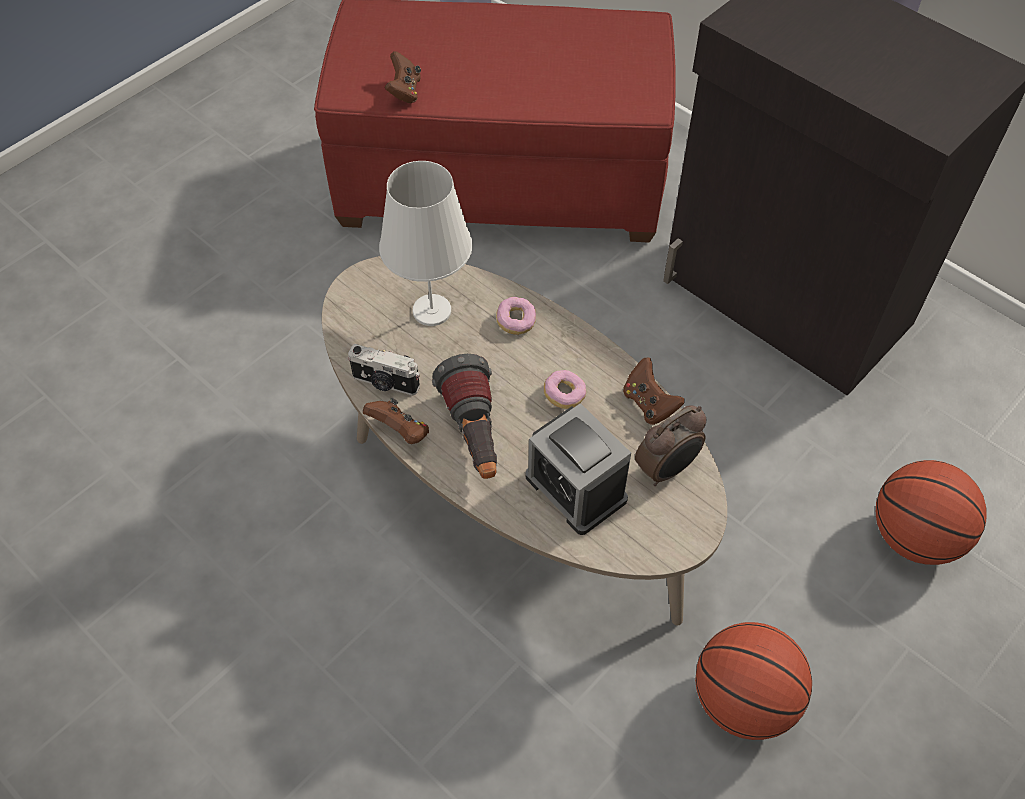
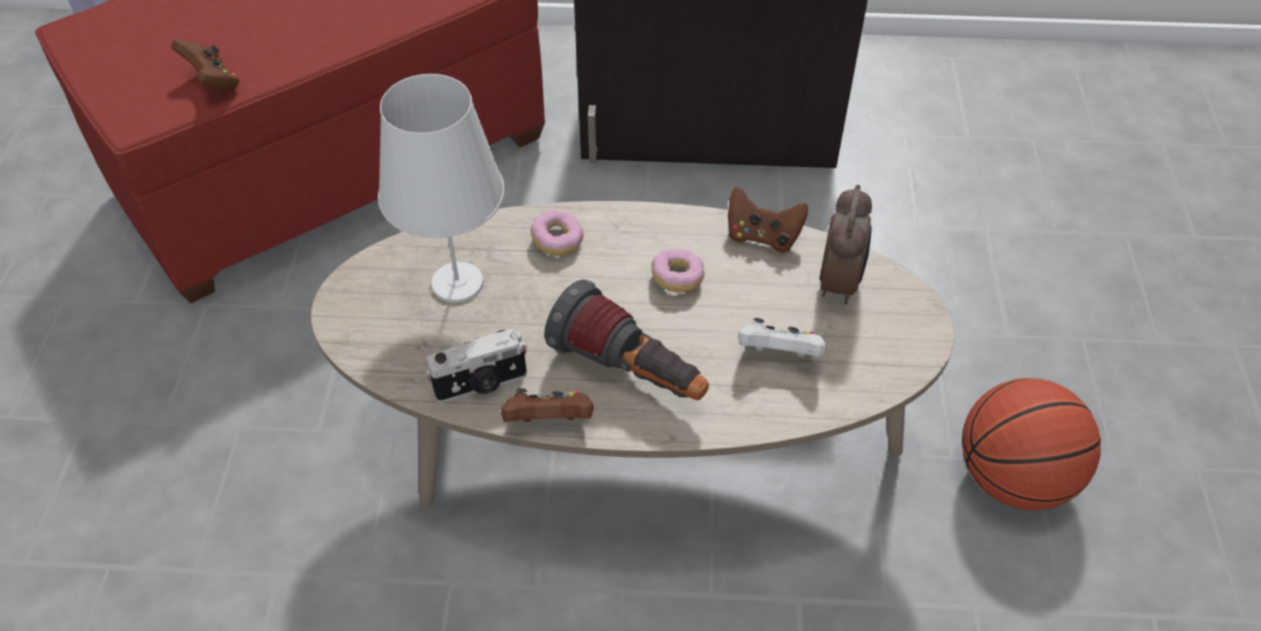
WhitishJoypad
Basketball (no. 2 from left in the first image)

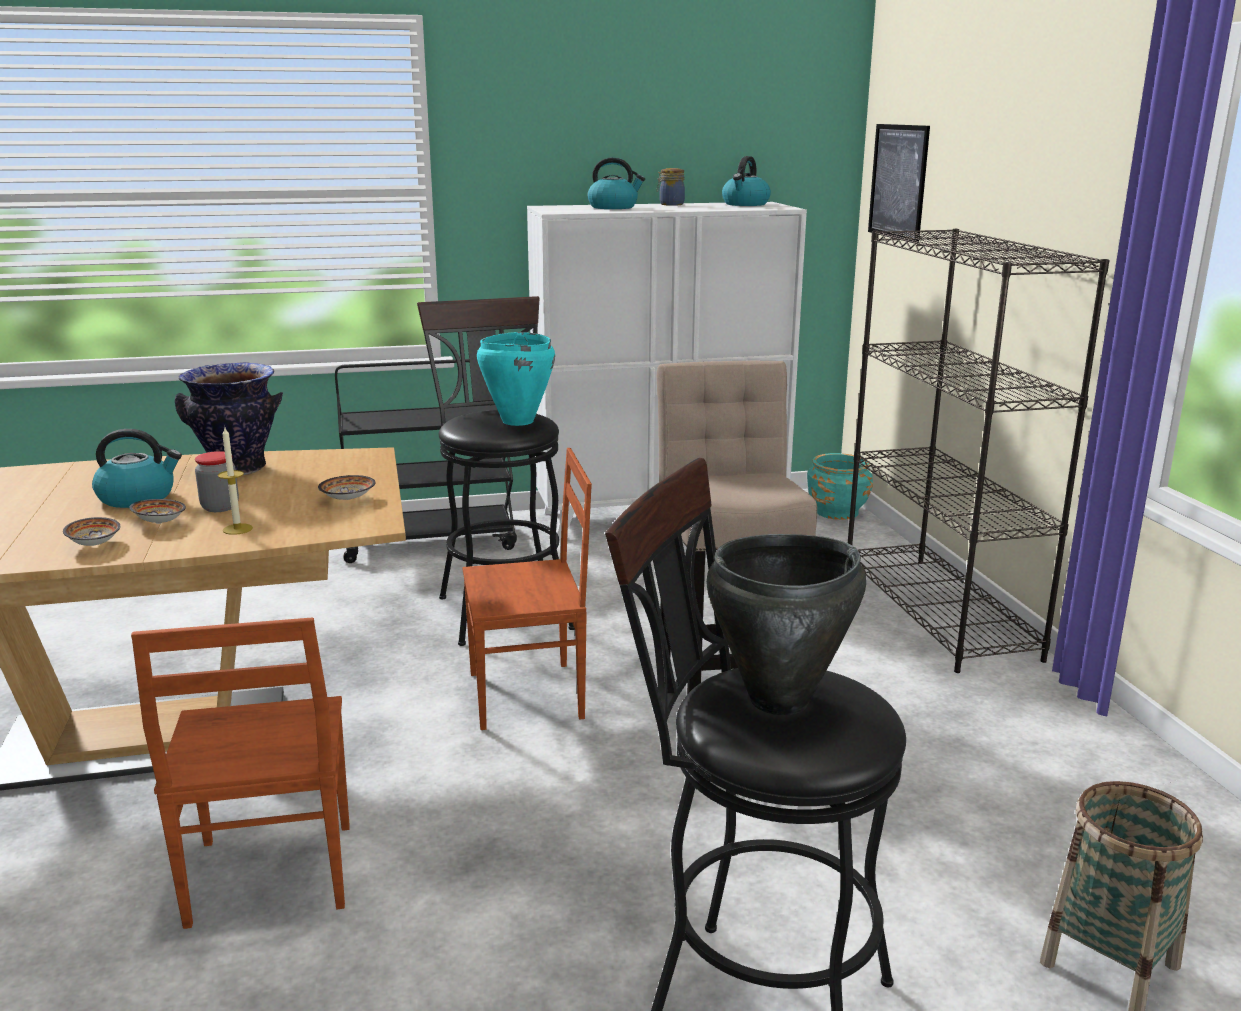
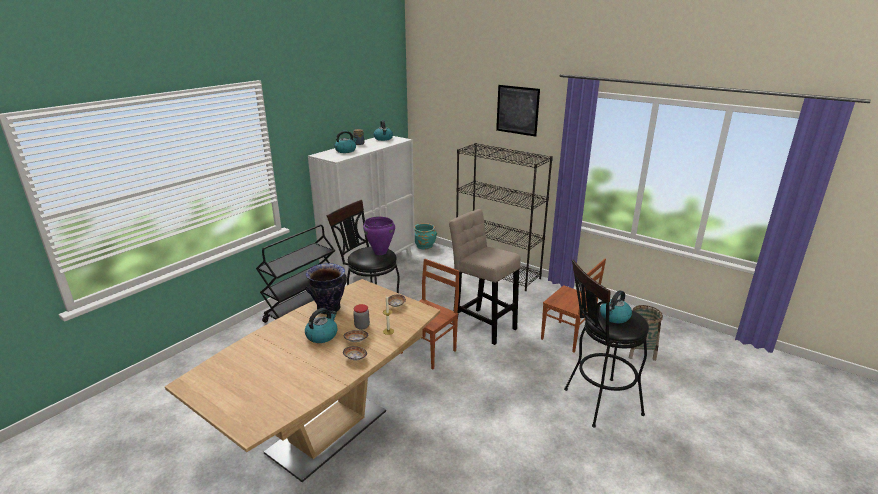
PurpleColouredSaucepot
Picture
BrownColouredChair (no. 2 from left)
Kettle (no. 4 from left)

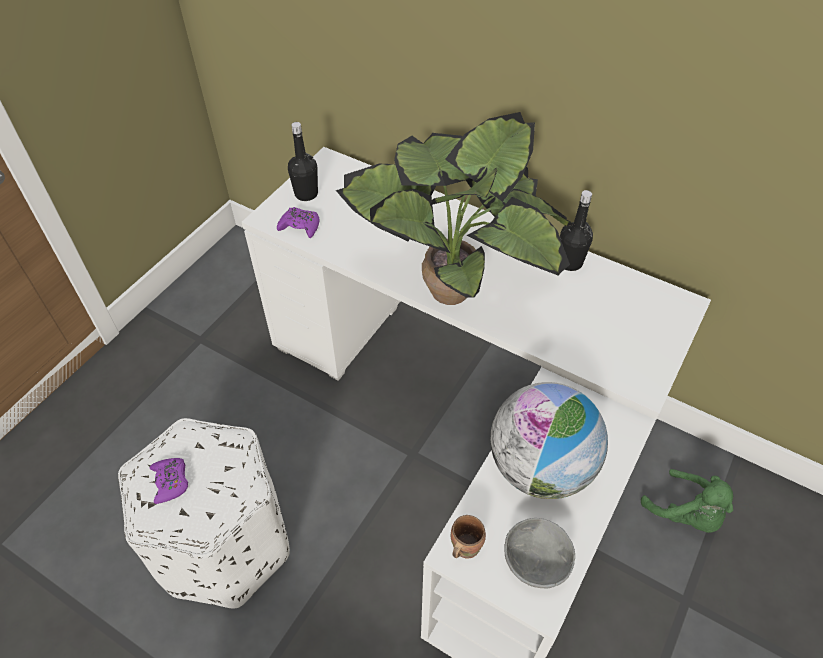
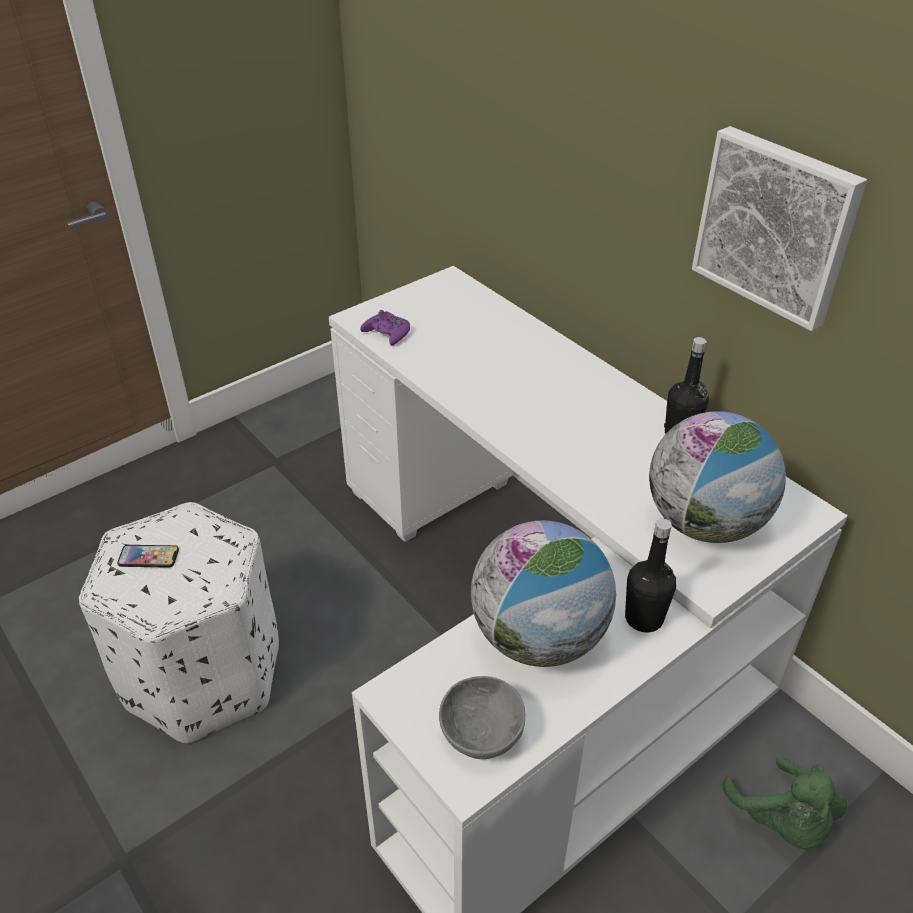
Phone
BlackColouredBottle (no. 1 from left)
DeskGlobe (no. 2 from left)
Picture
Houseplant
BrownColouredTeaMug

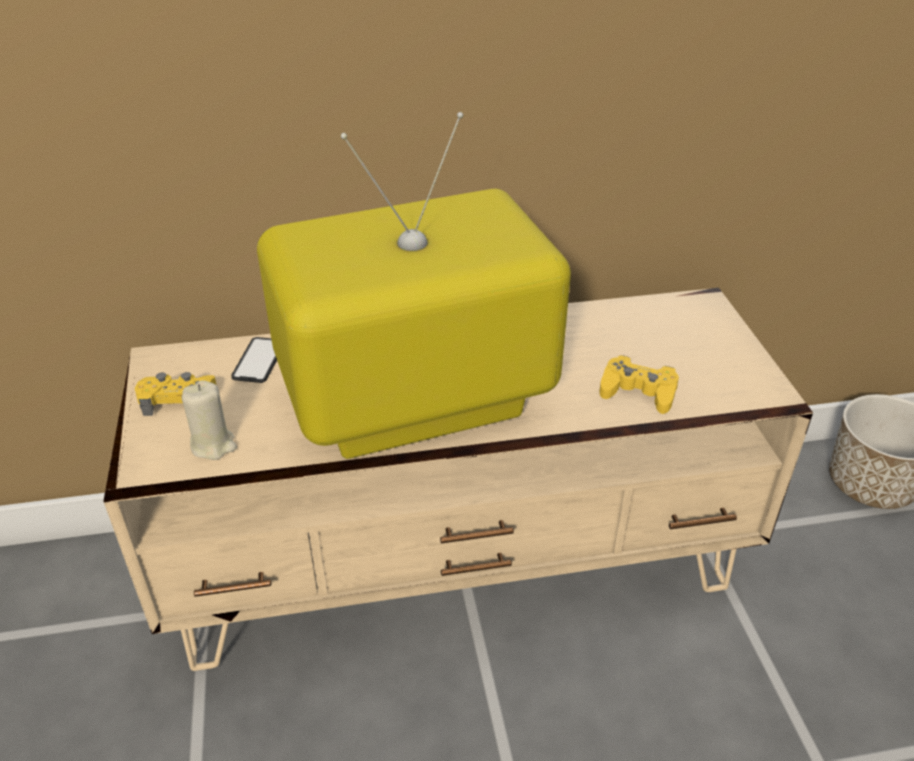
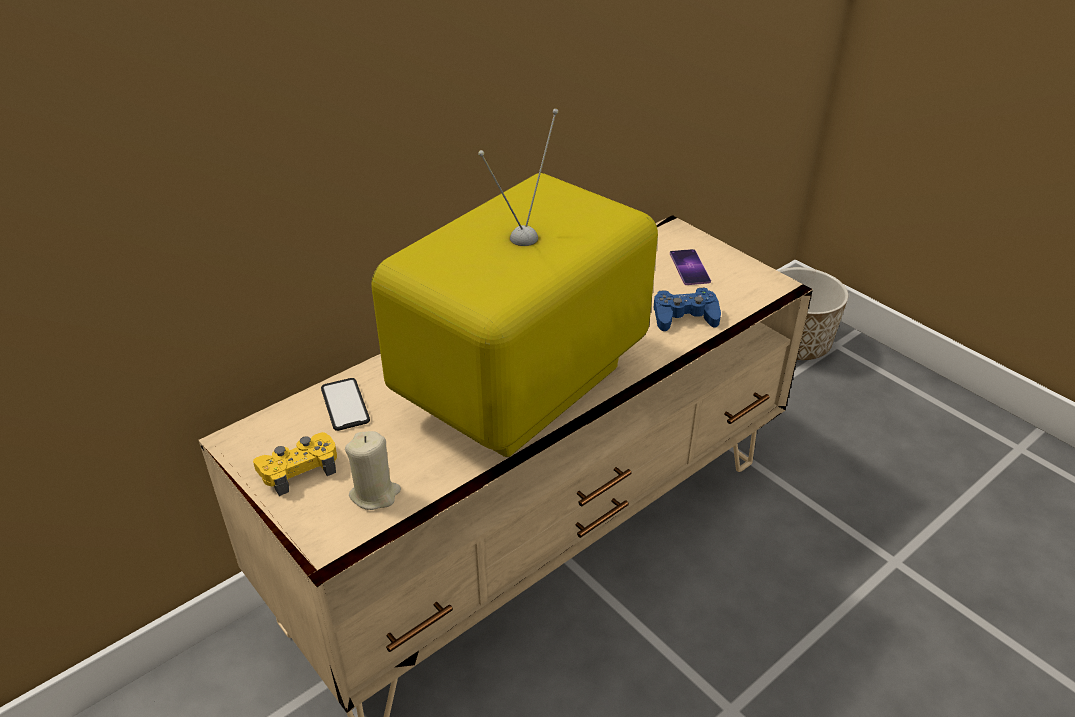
BluishJoypad
Phone (no. 2 from left)

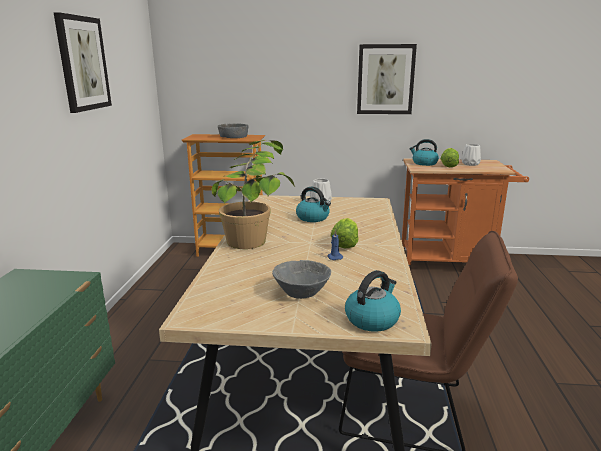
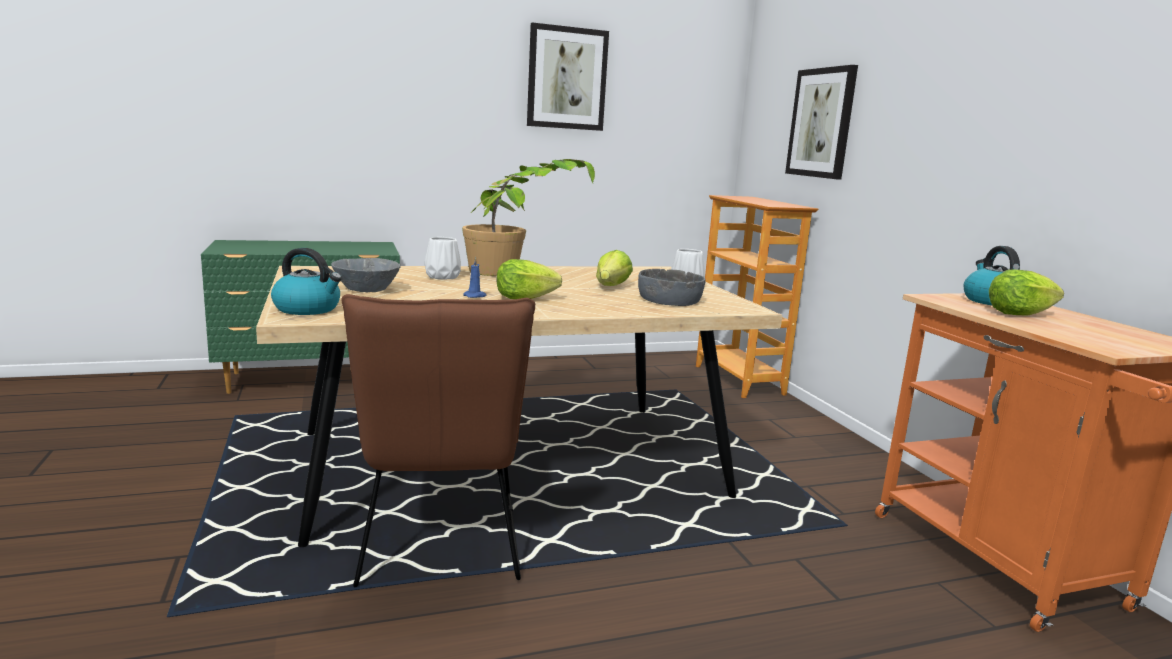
WhitishFlowerVase (no. 1 from left)
Lettuce (no. 2 from left)
GrayDeepDish (no. 2 from left)
Picture (no. 2 from left)

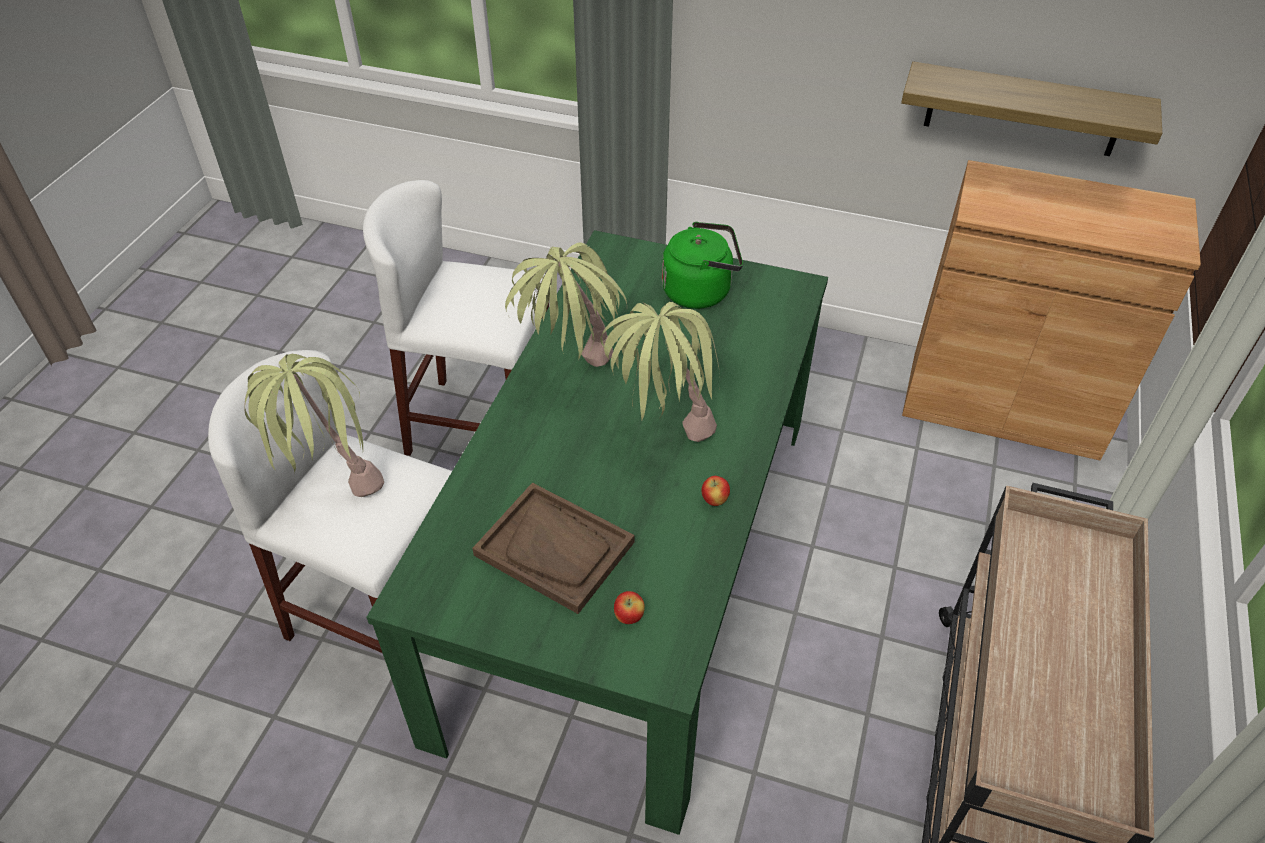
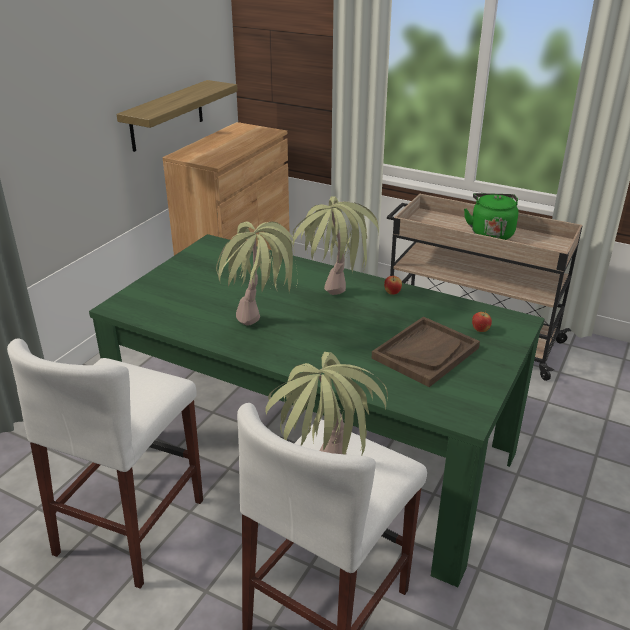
GreenKettle

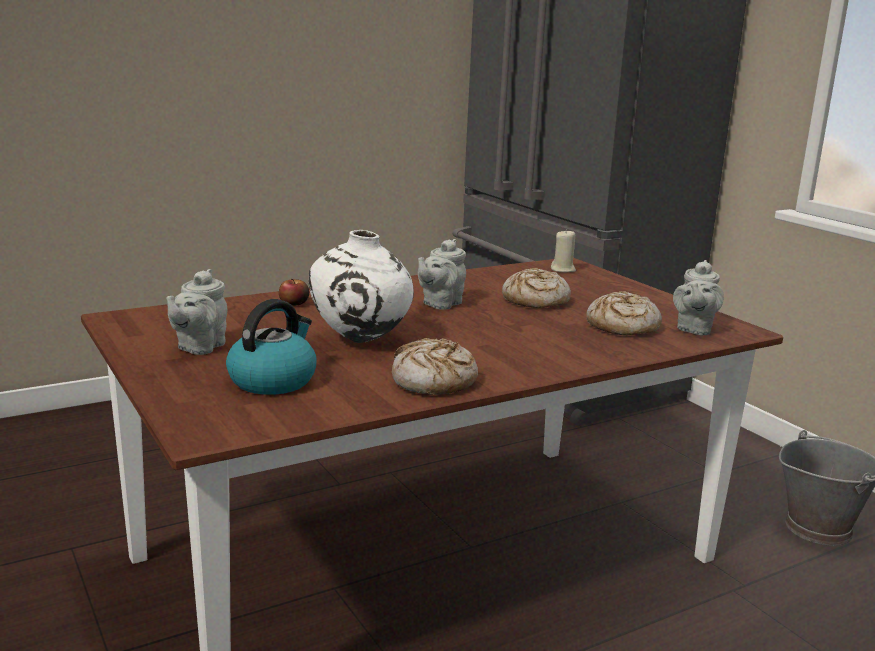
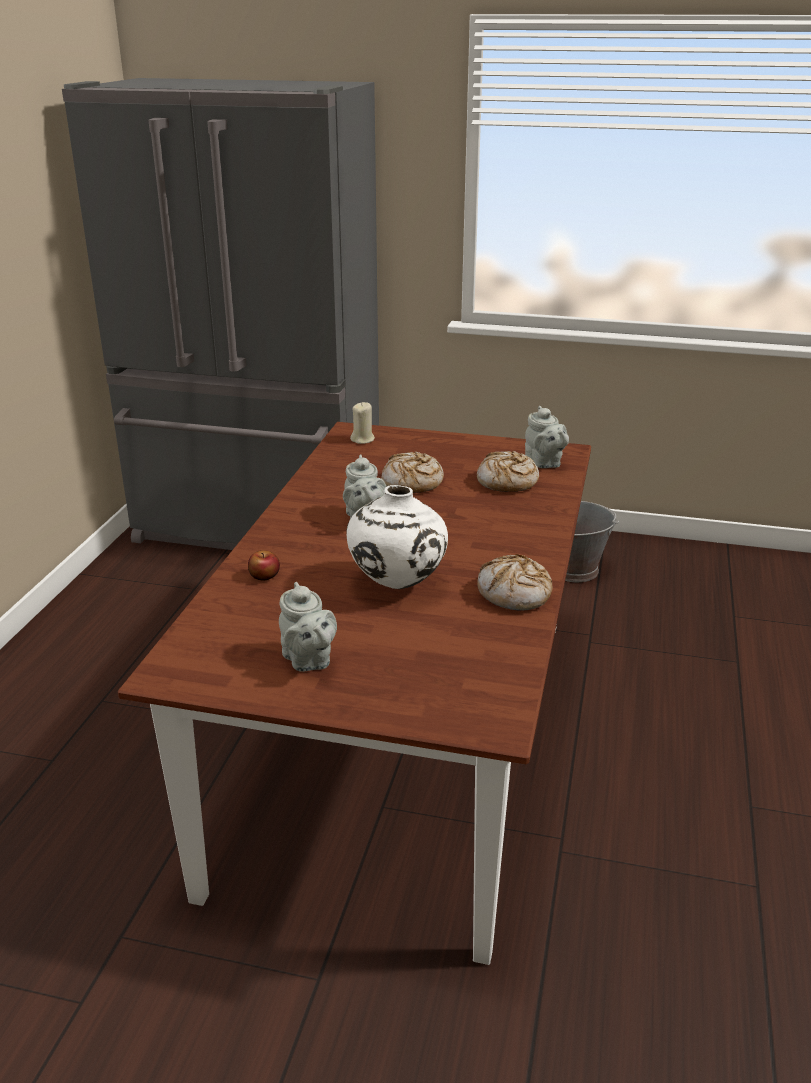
Kettle

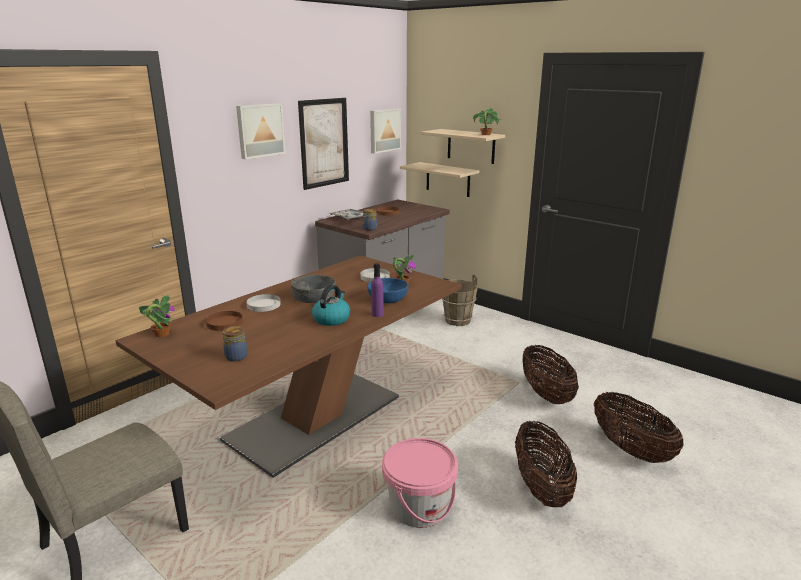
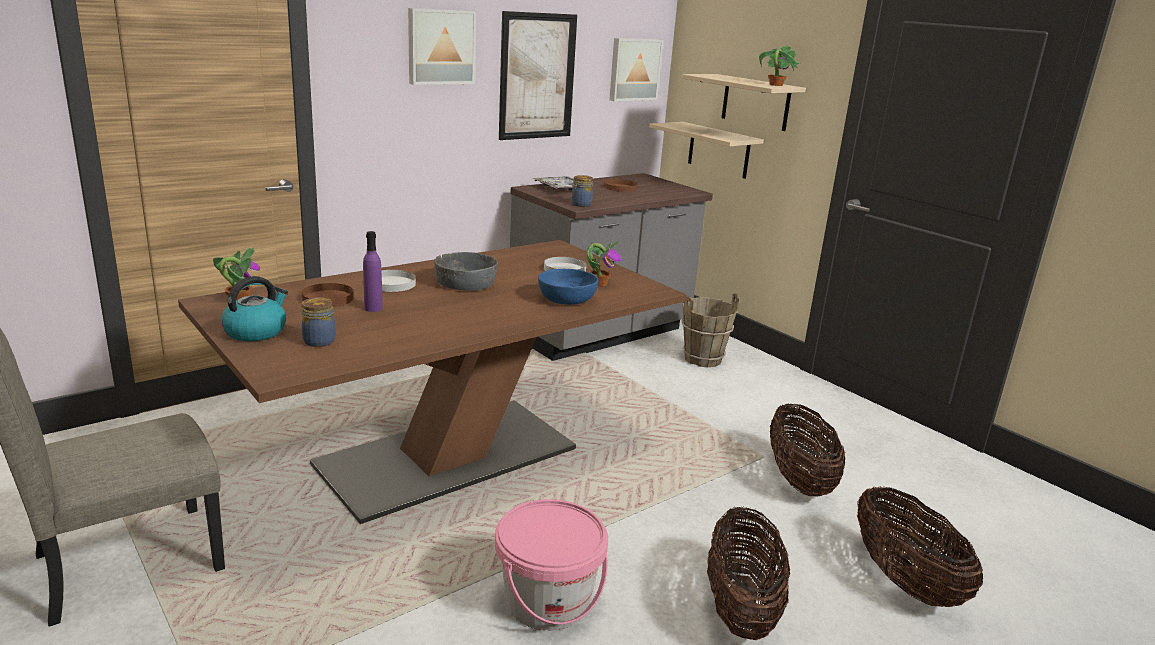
Kettle
PurpleColouredBottle

